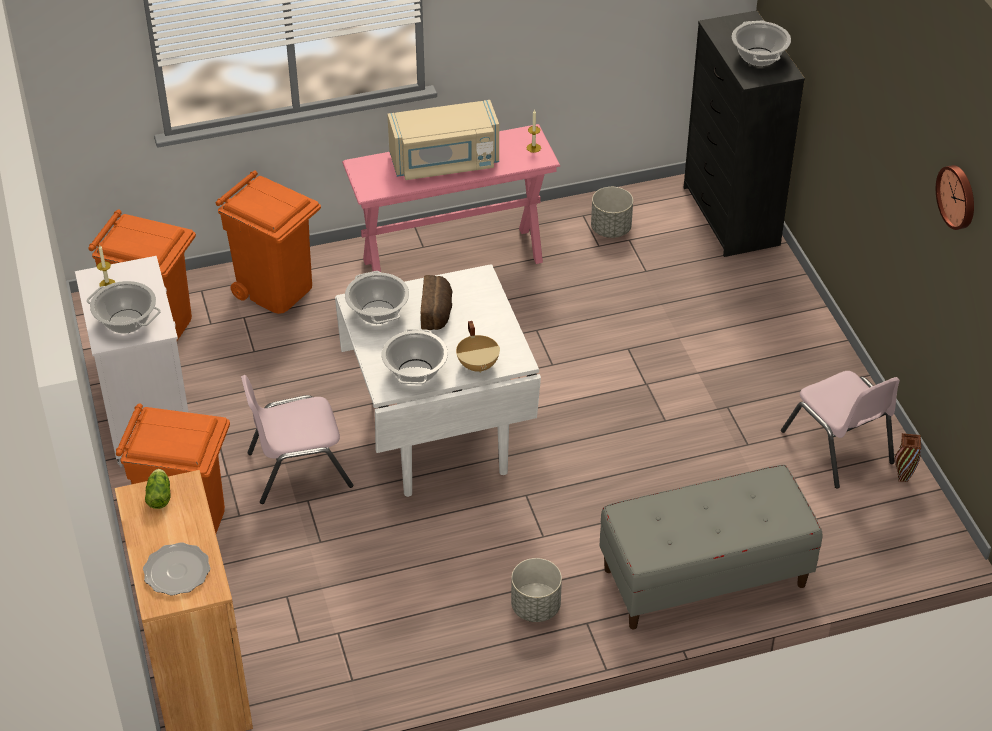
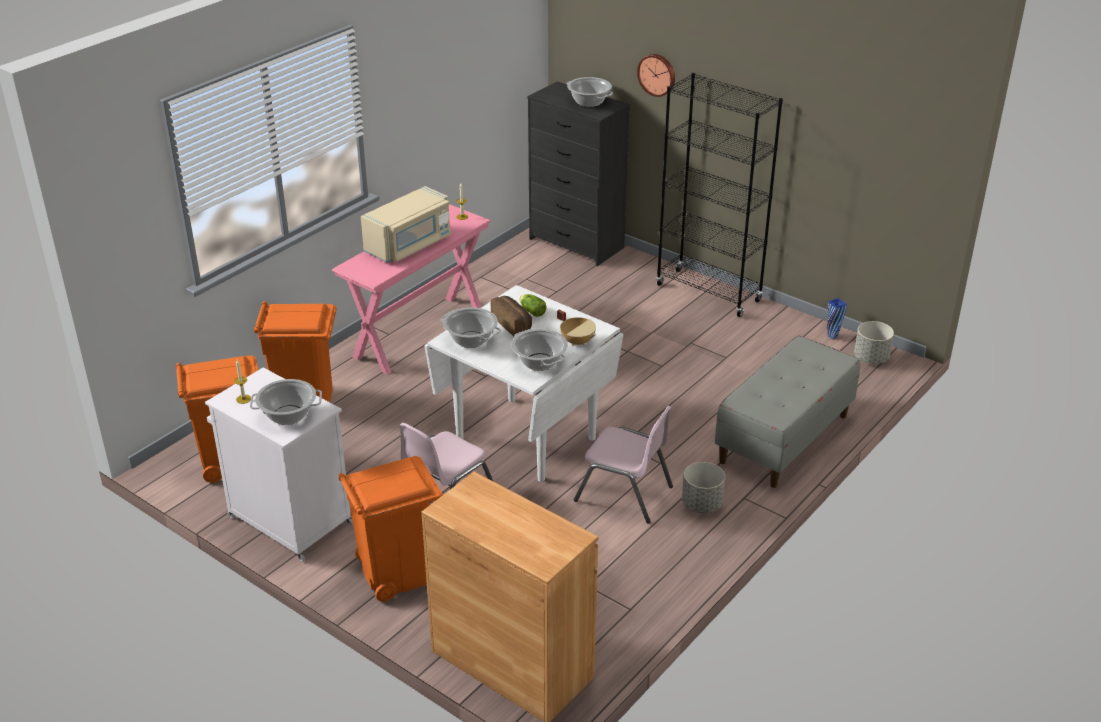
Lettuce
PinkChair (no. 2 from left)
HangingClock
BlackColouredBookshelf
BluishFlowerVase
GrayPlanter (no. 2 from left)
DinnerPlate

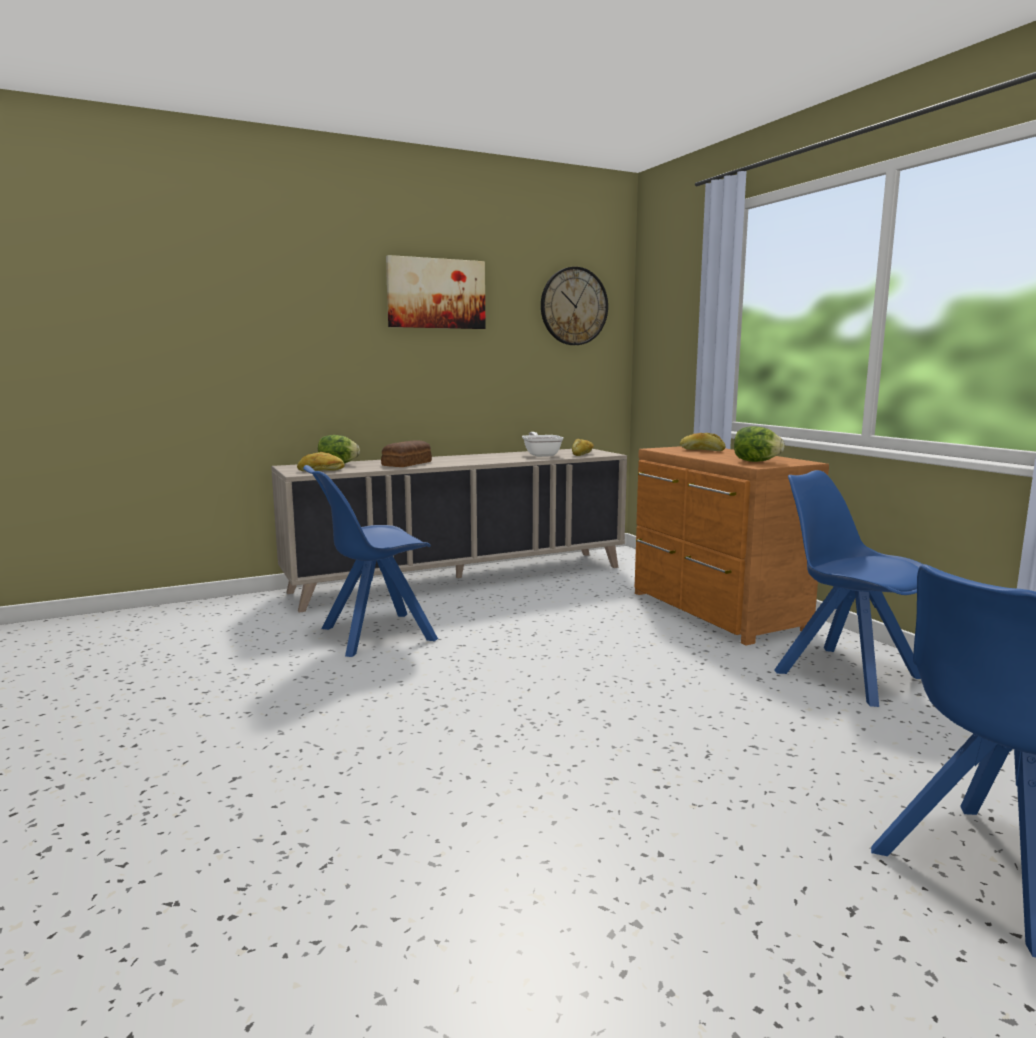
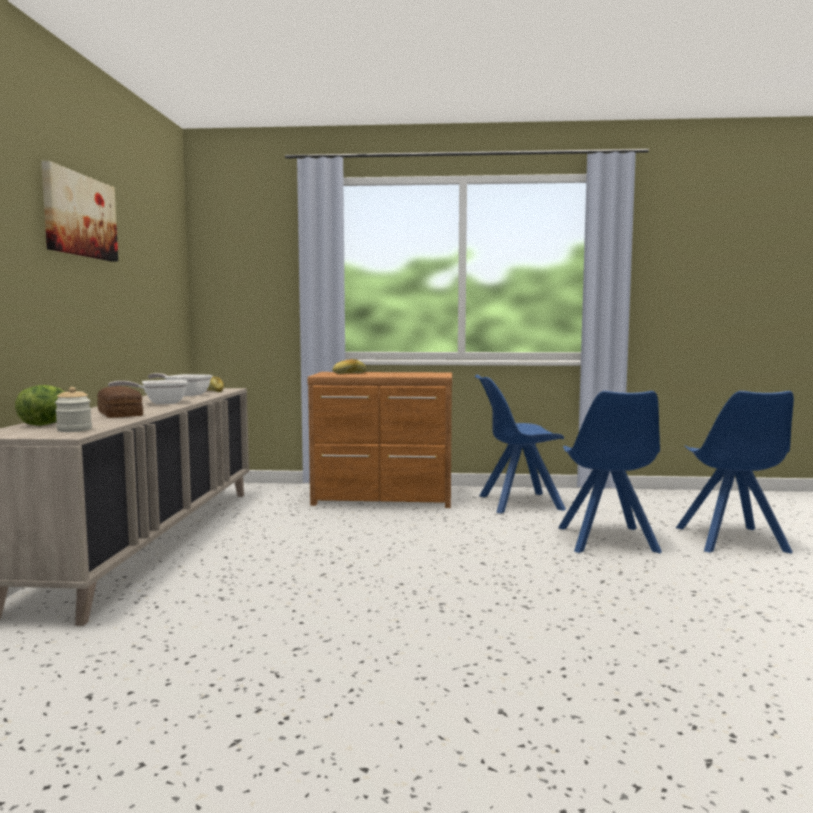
PreserveJar
Pan (no. 1 from left)
BluishChair (no. 2 from left)
HangingClock
Lettuce (no. 2 from left in the first image)

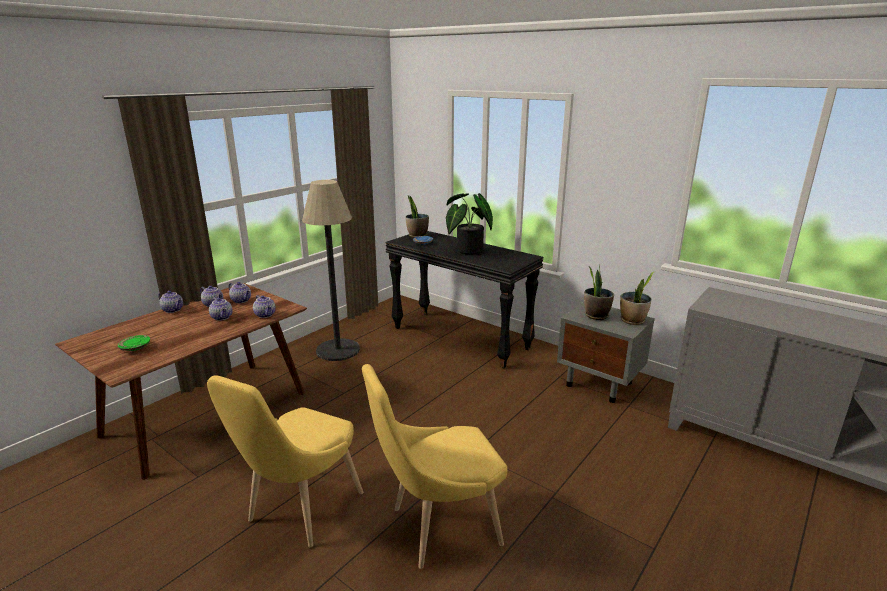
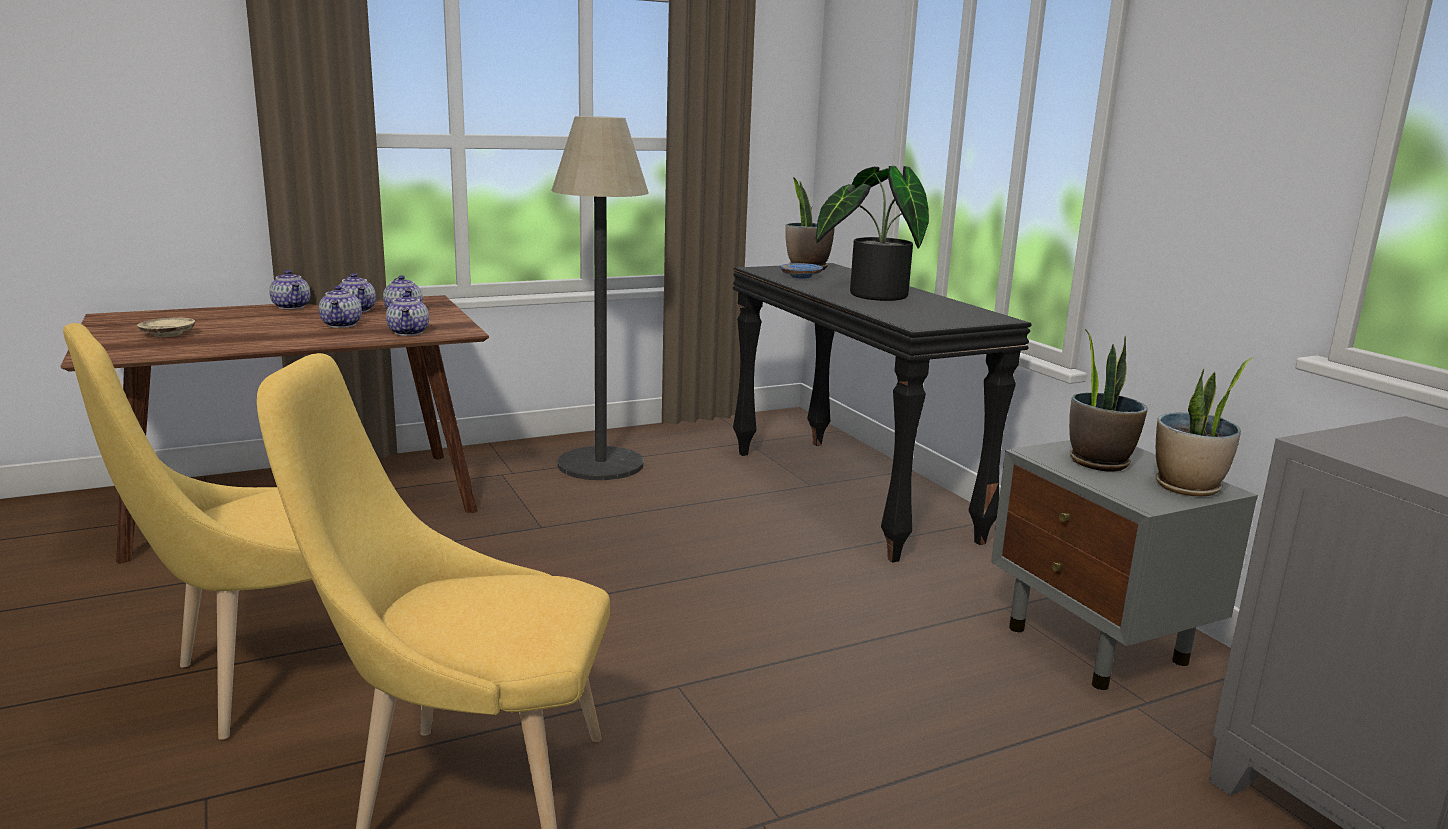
BeigeColouredDinnerPlate

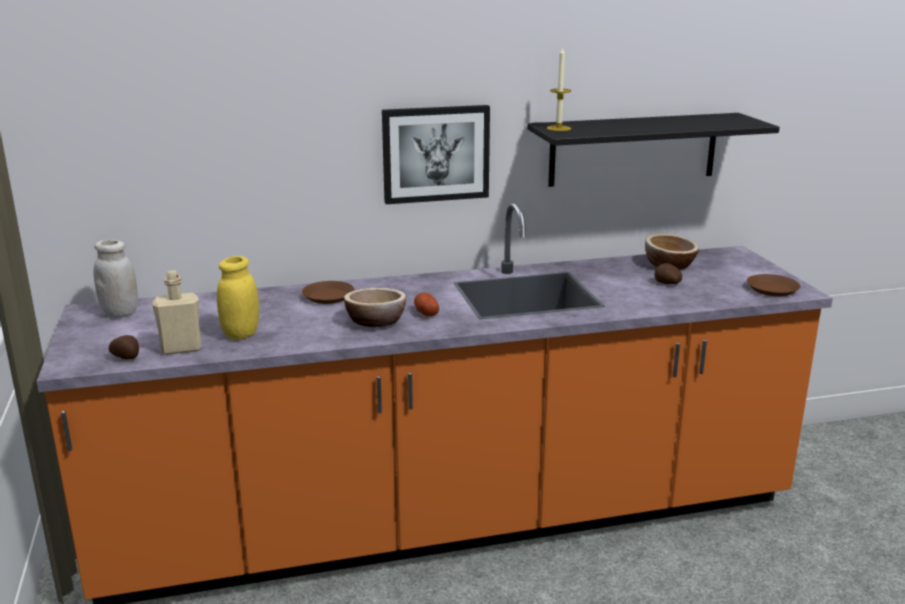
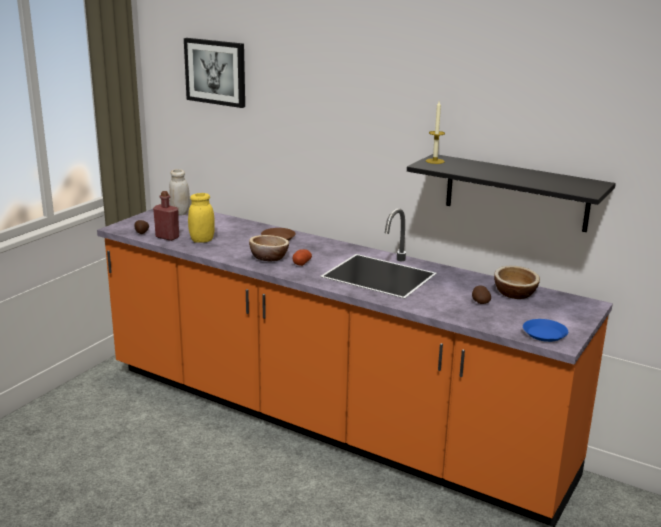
RedBottle
Picture
BluishDinnerPlate

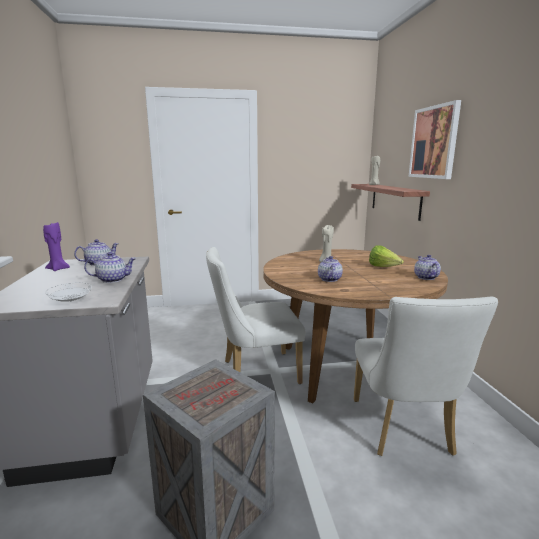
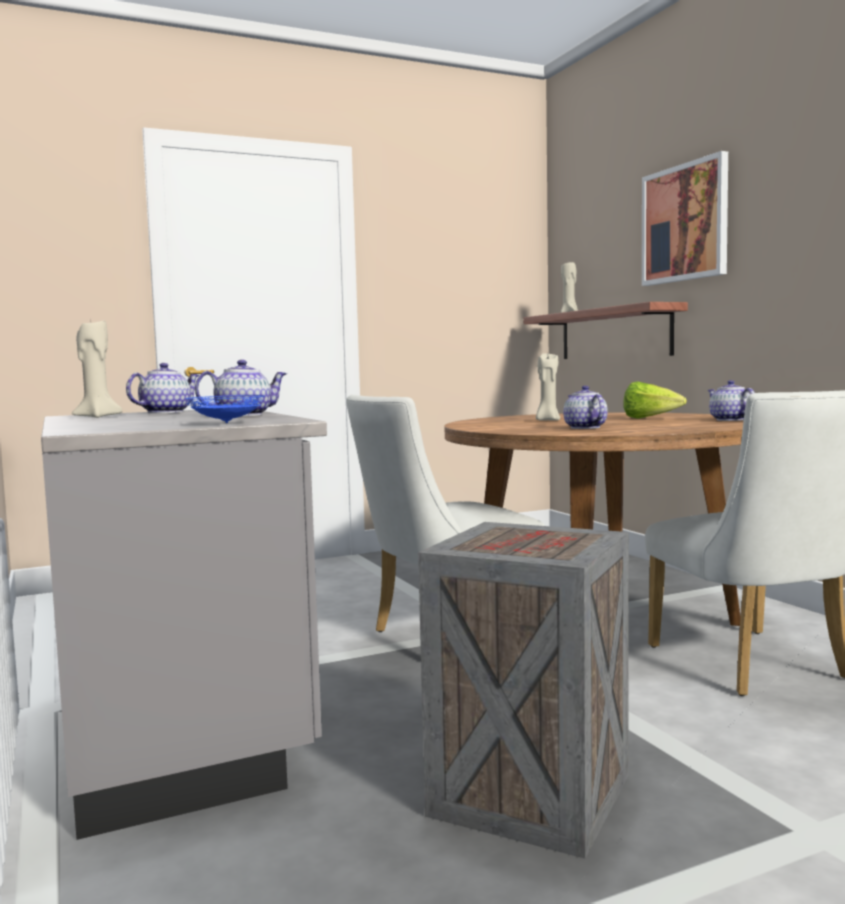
BeigeColouredWaxLight (no. 1 from left)
BluishDinnerPlate

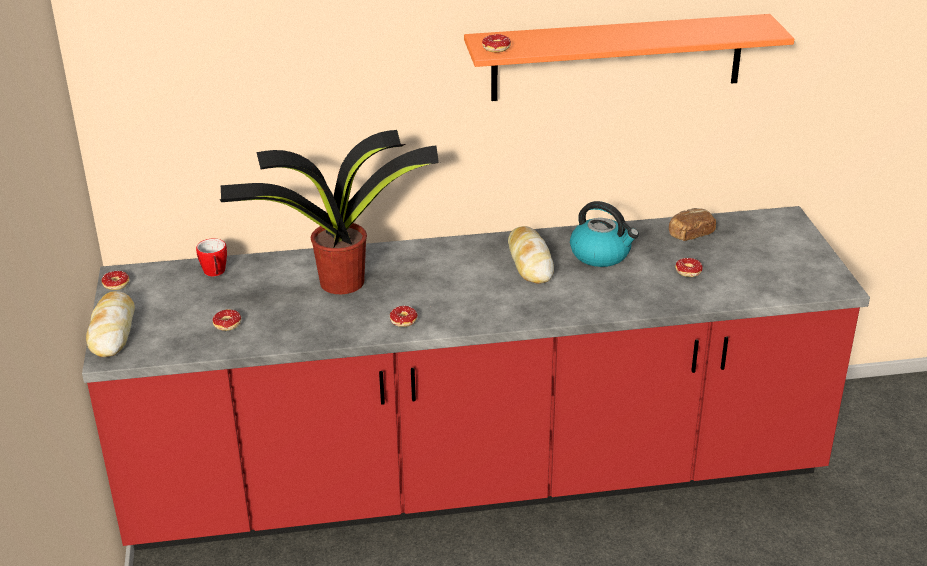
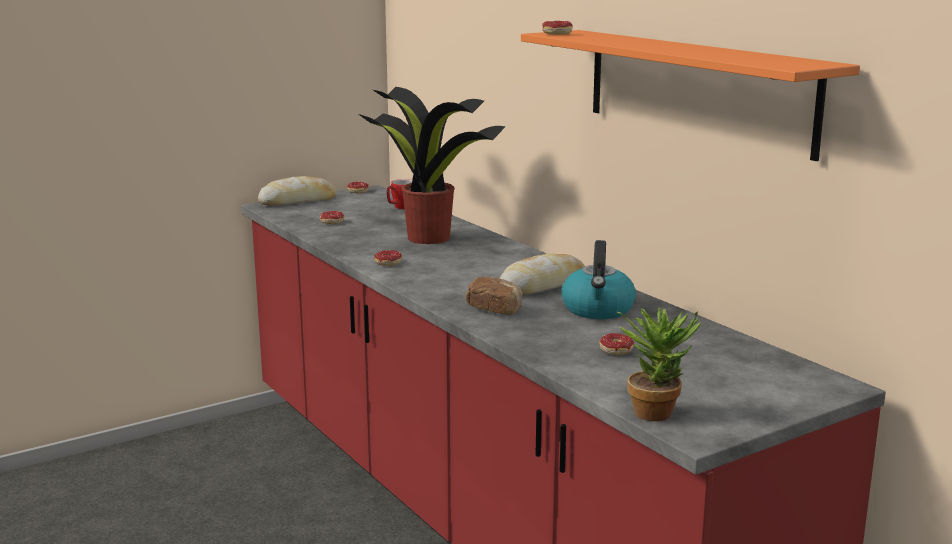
BakeryBread (no. 2 from left)
Houseplant (no. 2 from left)

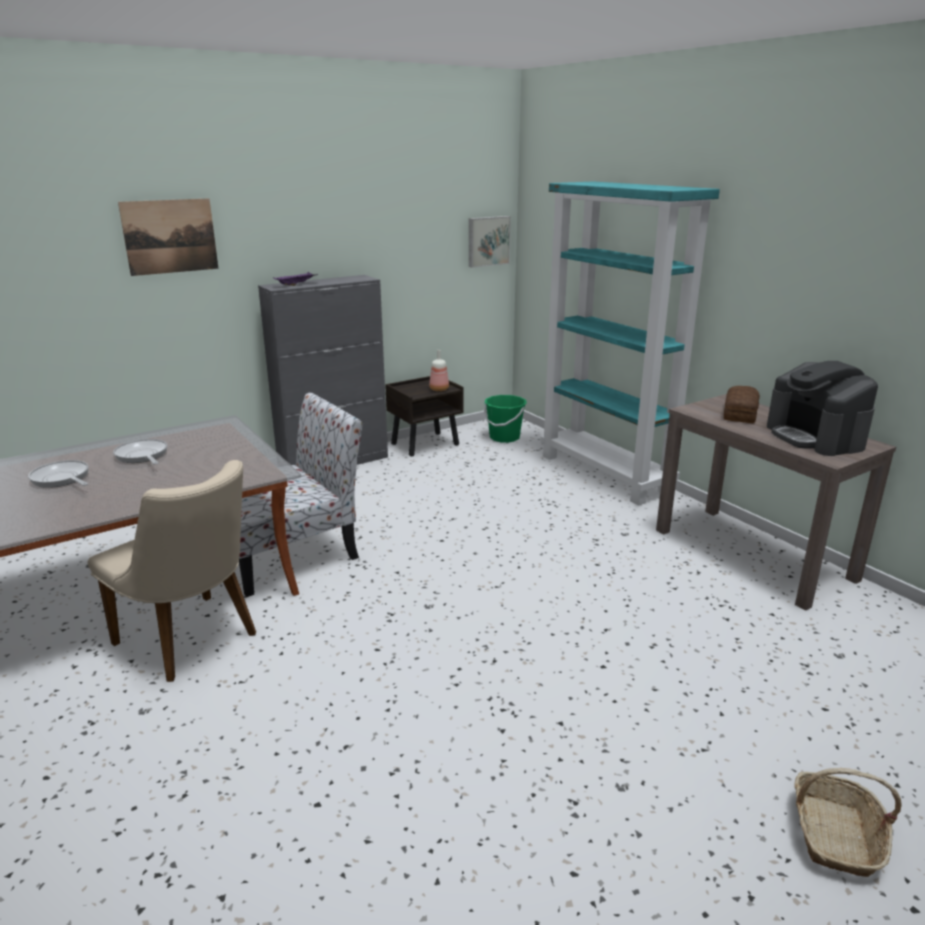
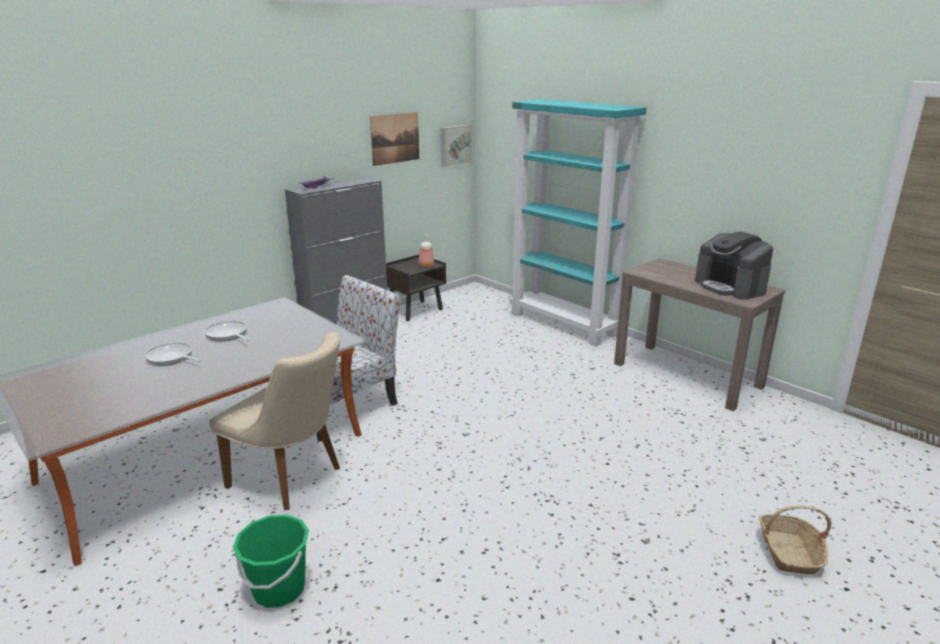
GreenBucket
Picture (no. 1 from left)
BakeryBread

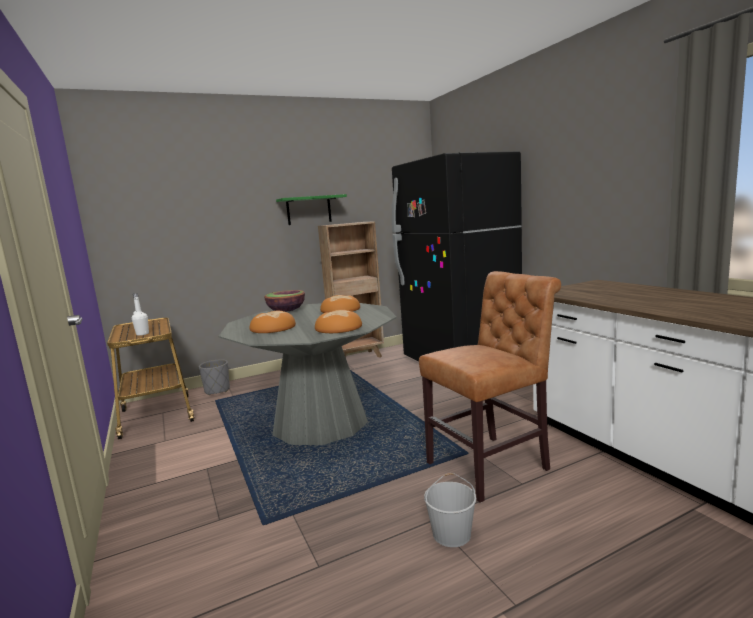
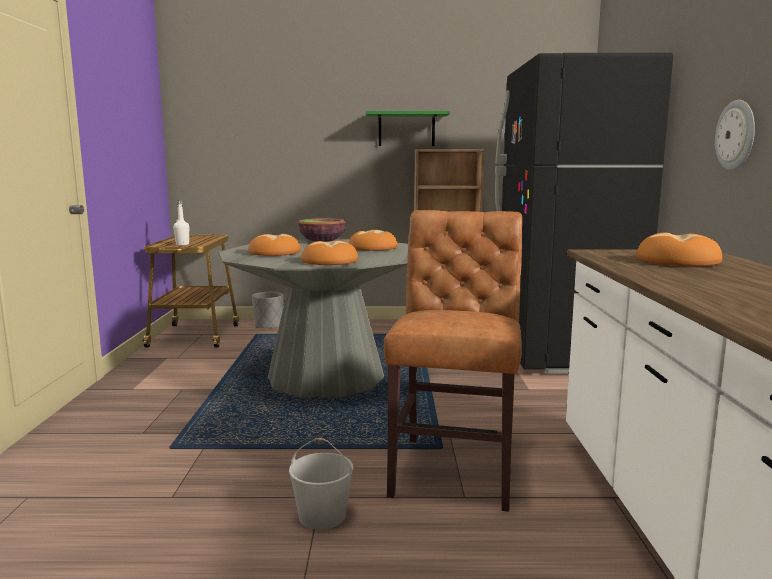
BrownColouredChair
BakeryBread (no. 4 from left)
HangingClock

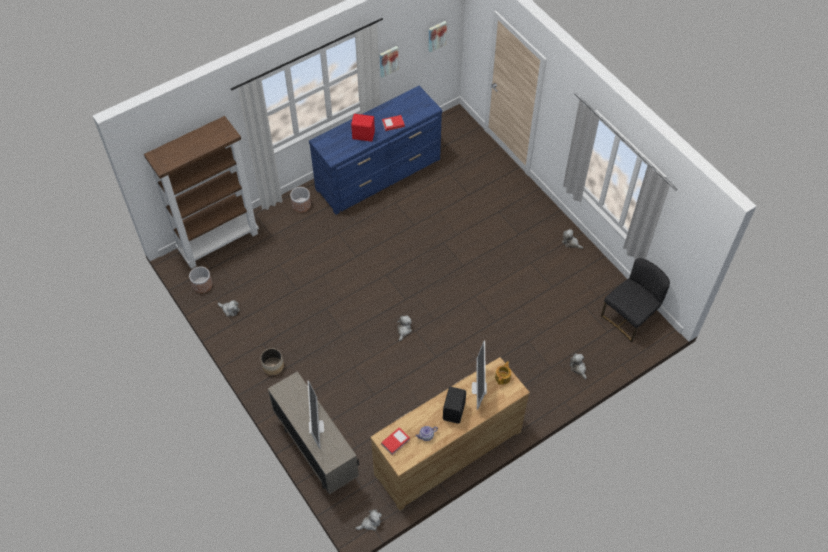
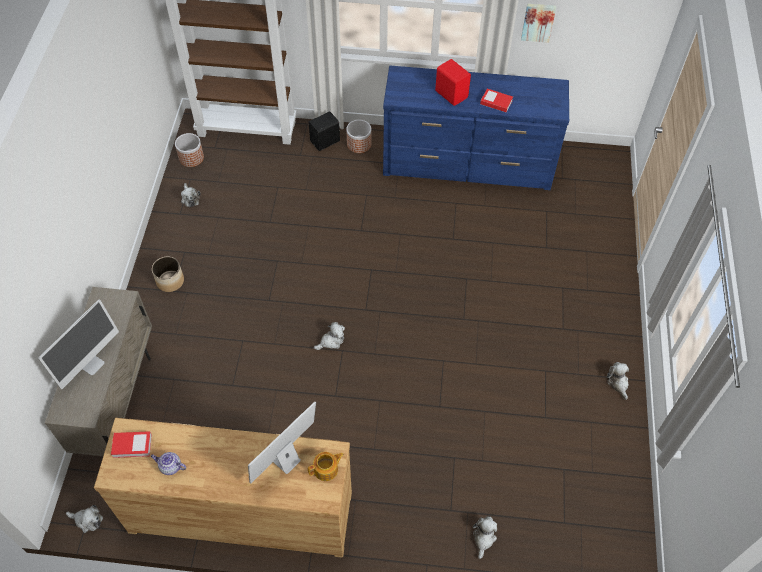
BlackColouredSpeaker
Picture (no. 2 from left in the first image)
BlackColouredChair

